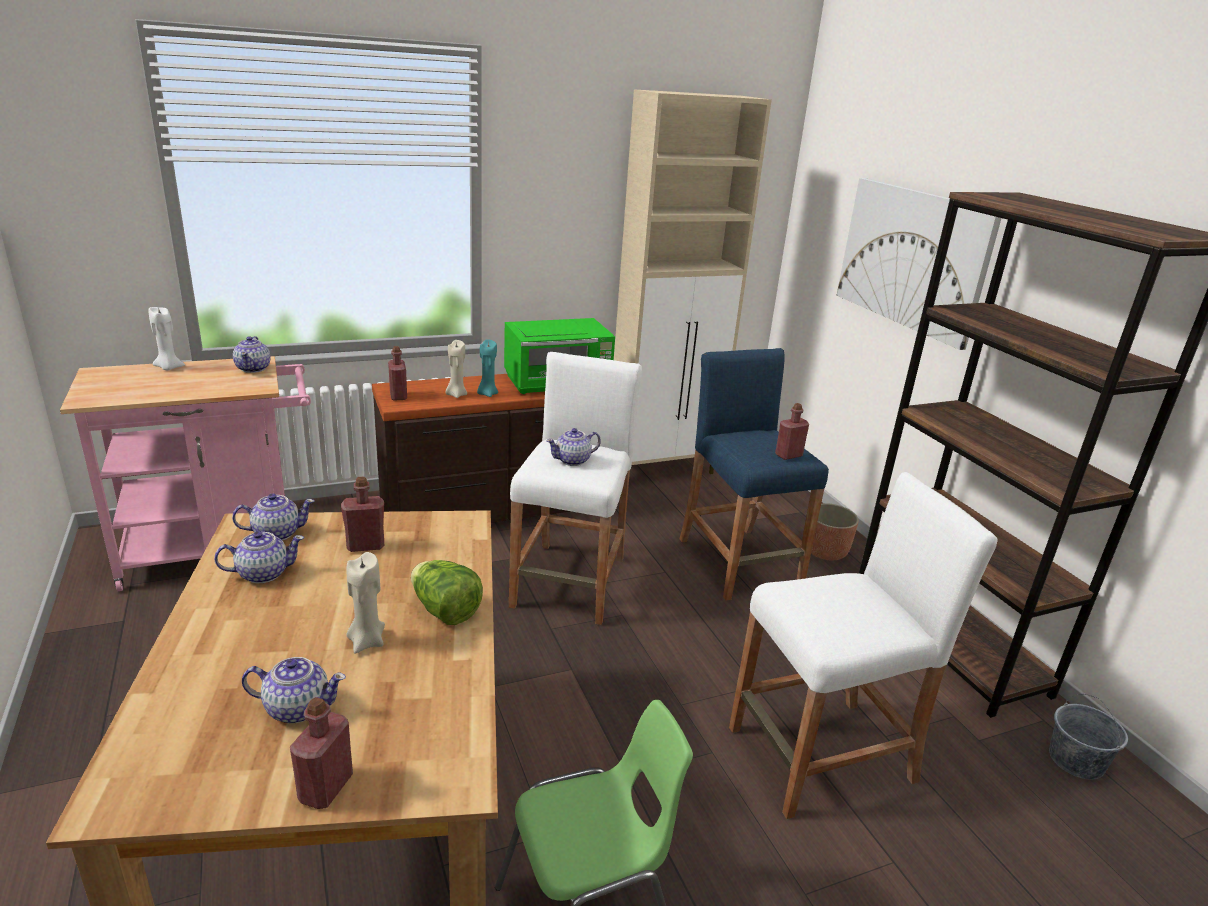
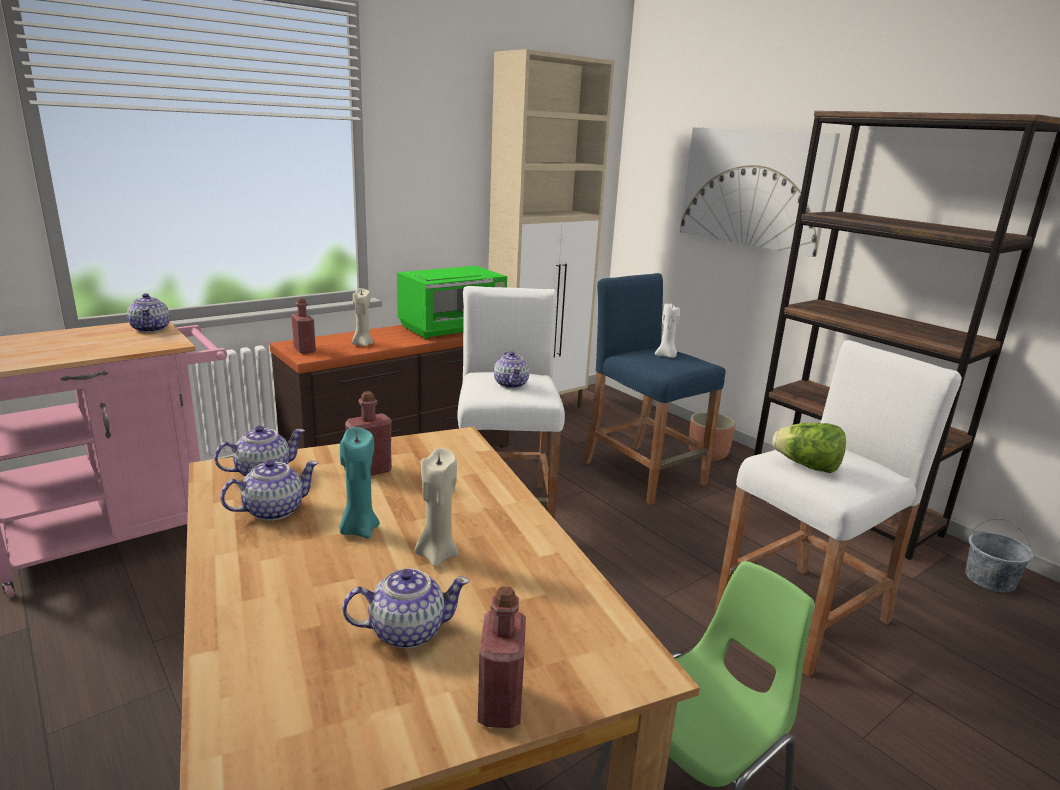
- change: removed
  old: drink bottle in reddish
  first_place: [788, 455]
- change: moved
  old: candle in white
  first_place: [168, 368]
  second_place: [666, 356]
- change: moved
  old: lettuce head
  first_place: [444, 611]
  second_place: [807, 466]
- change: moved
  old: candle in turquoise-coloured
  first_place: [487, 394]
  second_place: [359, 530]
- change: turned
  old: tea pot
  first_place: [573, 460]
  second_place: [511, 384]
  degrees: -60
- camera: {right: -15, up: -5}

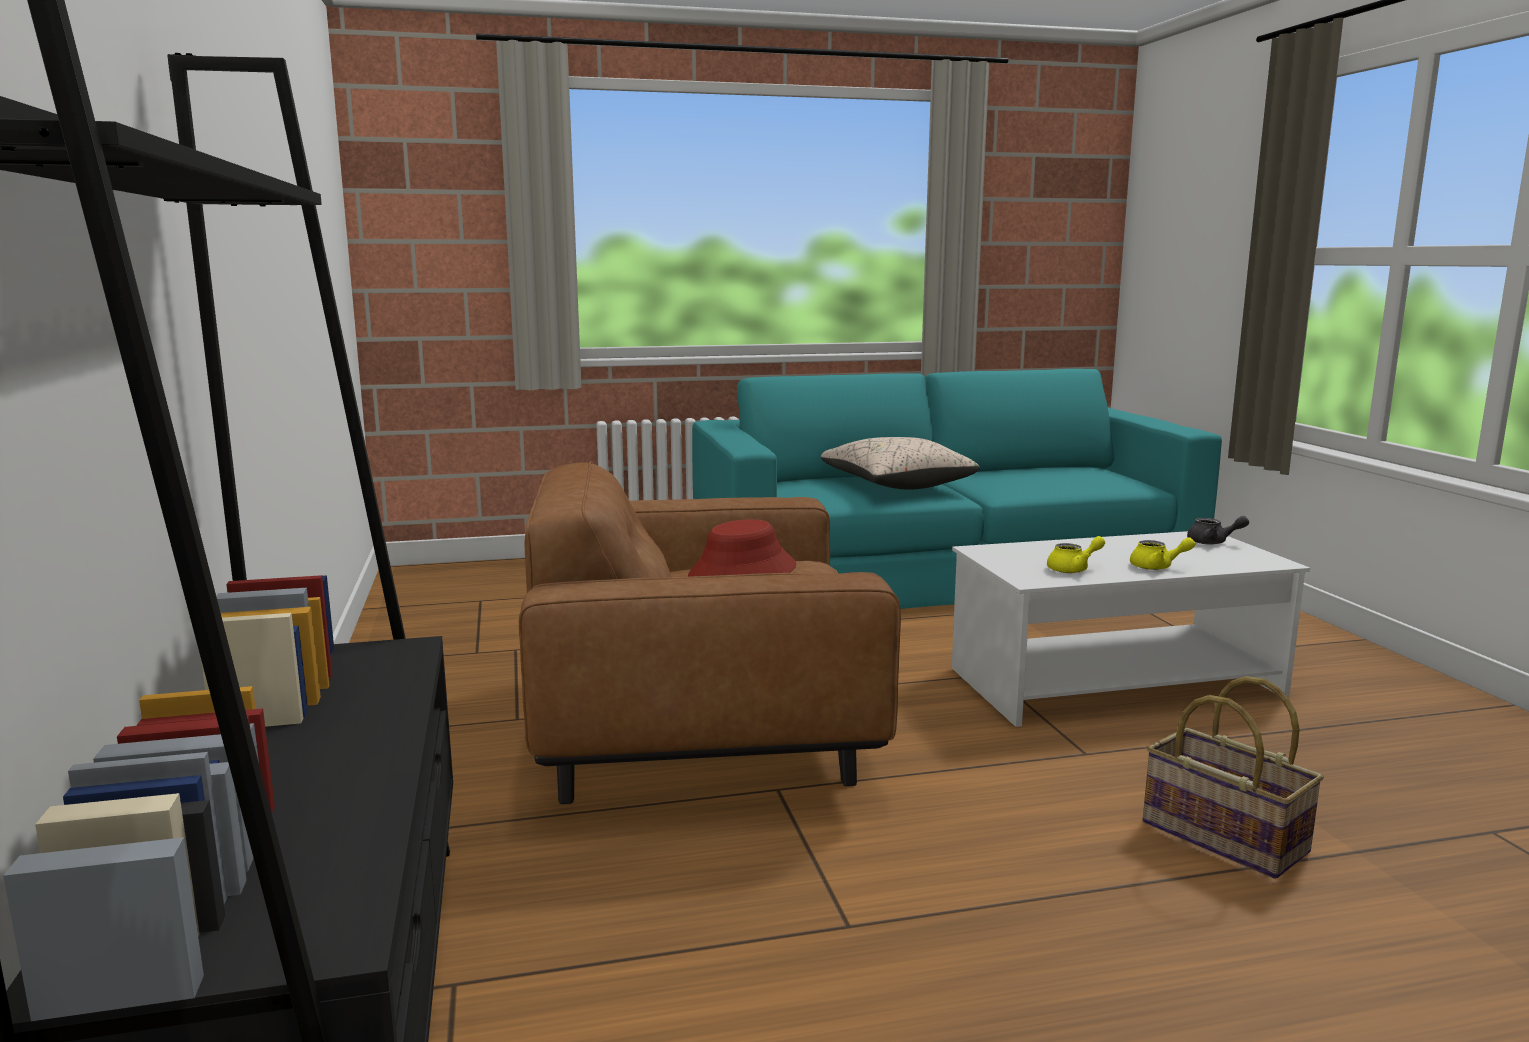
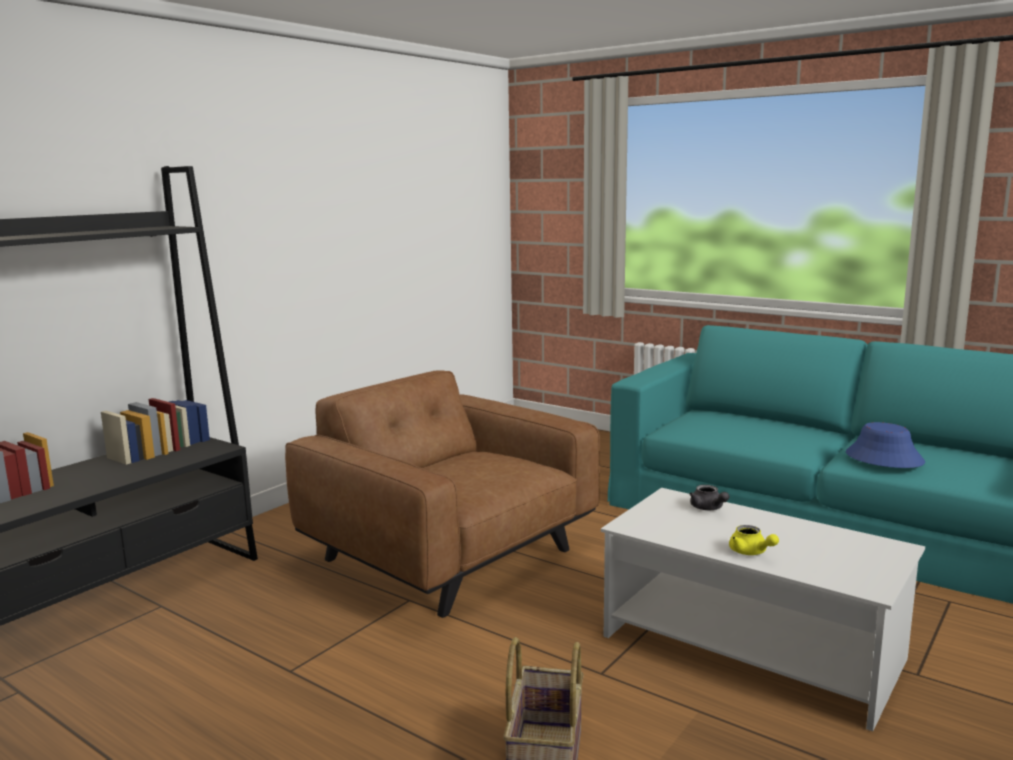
- change: removed
  old: wearable hat in reddish
  first_place: [743, 572]
- change: removed
  old: throw pillow in sand-coloured
  first_place: [896, 485]
- change: removed
  old: tea pot in yellow-coloured
  first_place: [1073, 569]
- change: added
  new: wearable hat in bluish
  second_place: [883, 458]
- change: moved
  old: tea pot in gray
  first_place: [1213, 542]
  second_place: [708, 508]
- camera: {right: 50, up: 0}

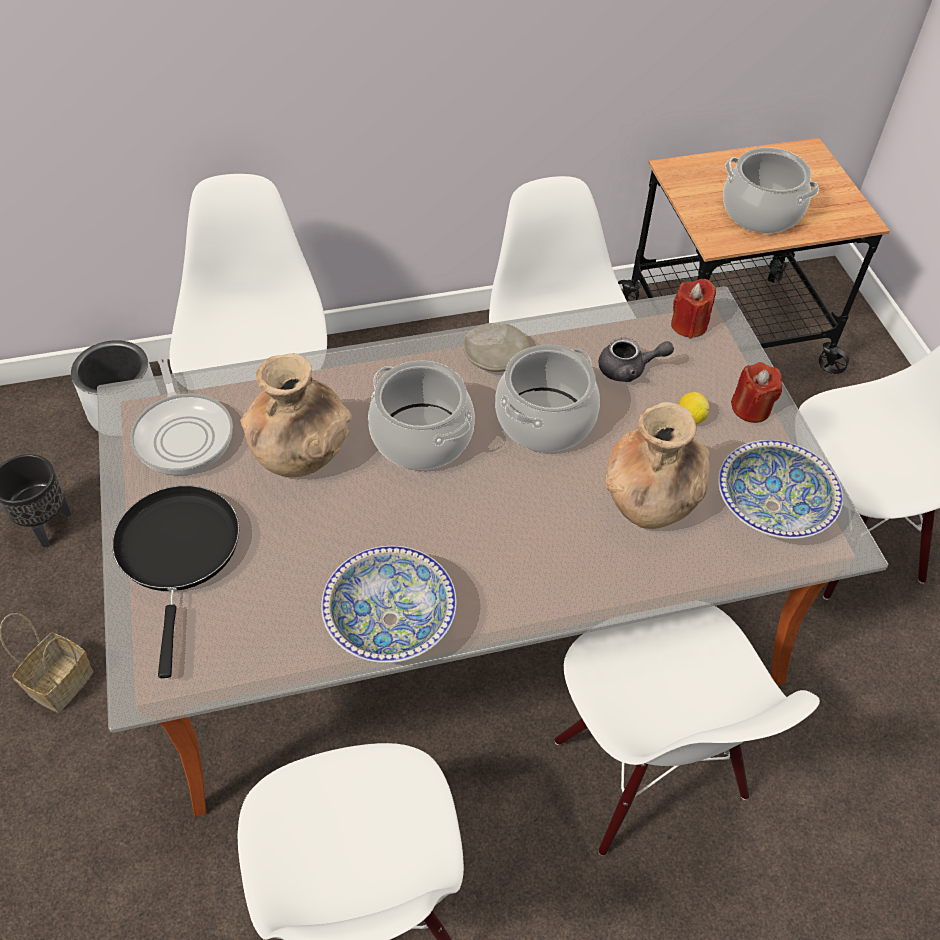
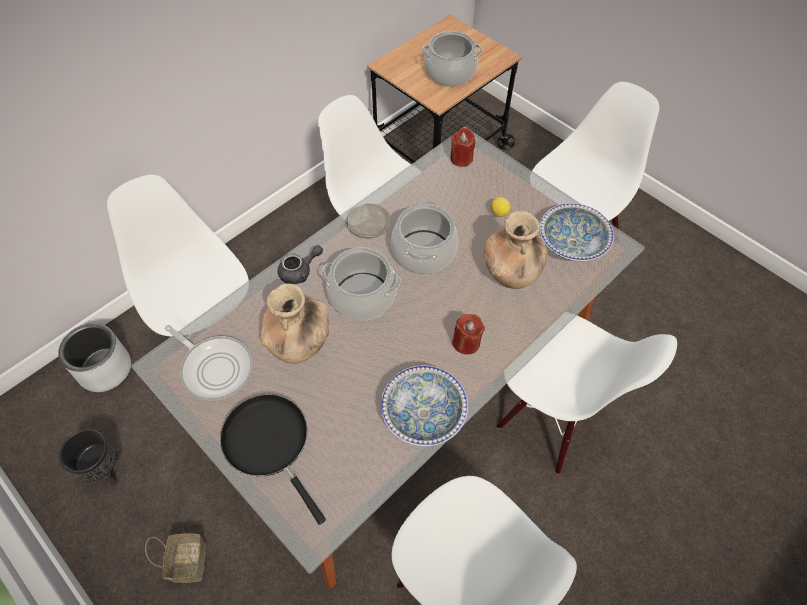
- change: moved
  old: tea pot in gray
  first_place: [629, 369]
  second_place: [300, 272]
- change: moved
  old: candle in reddish
  first_place: [751, 408]
  second_place: [466, 342]
- camera: {right: -30, up: 5}

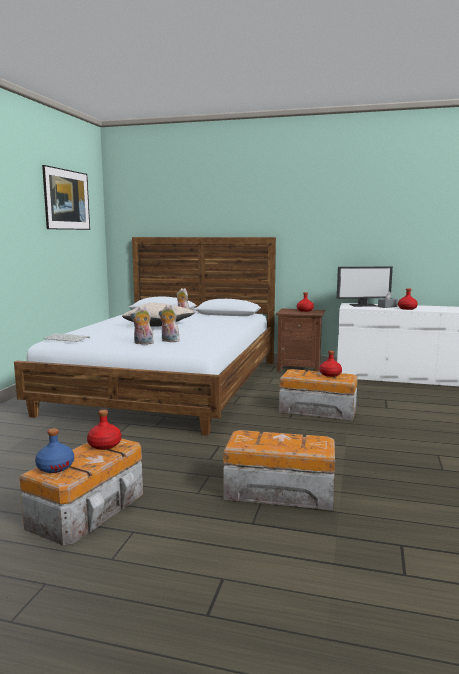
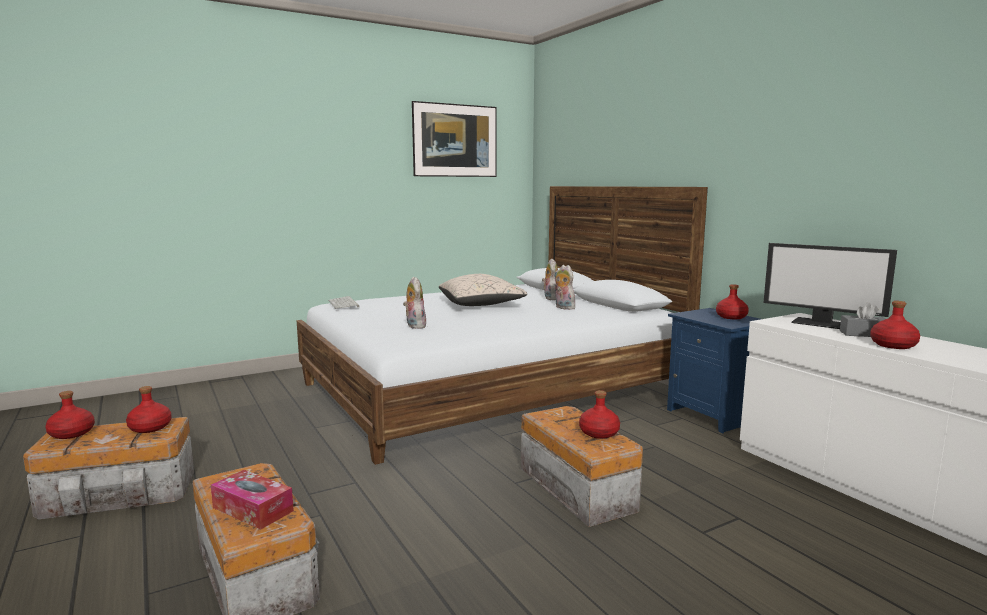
- change: added
  new: tissue box
  second_place: [253, 509]
- change: moved
  old: cuddly toy
  first_place: [143, 343]
  second_place: [563, 308]
- change: recoloured
  old: drink bottle in bluish
  new: drink bottle in reddish
  first_place: [55, 467]
  second_place: [72, 433]
- change: recoloured
  old: bedside table in brown-coloured
  new: bedside table in bluish
  first_place: [299, 368]
  second_place: [713, 415]
- camera: {right: 45, up: 0}

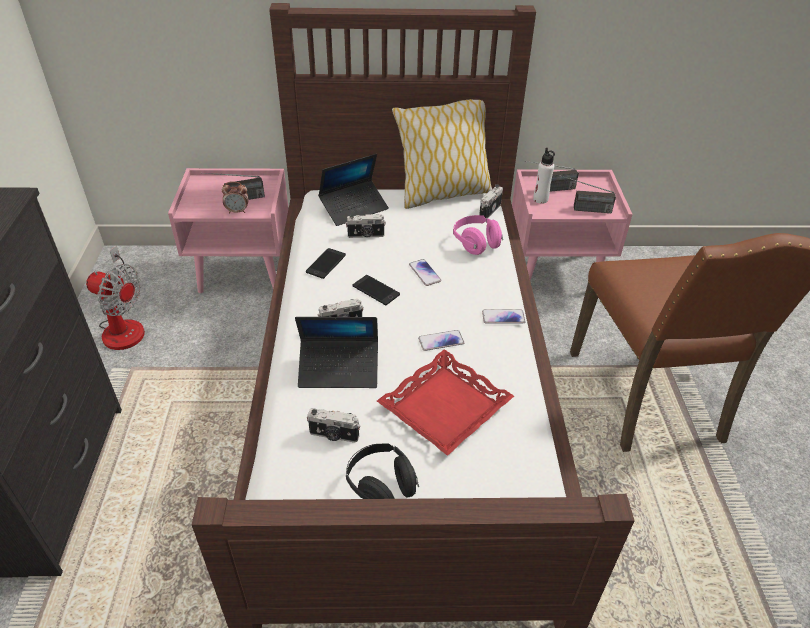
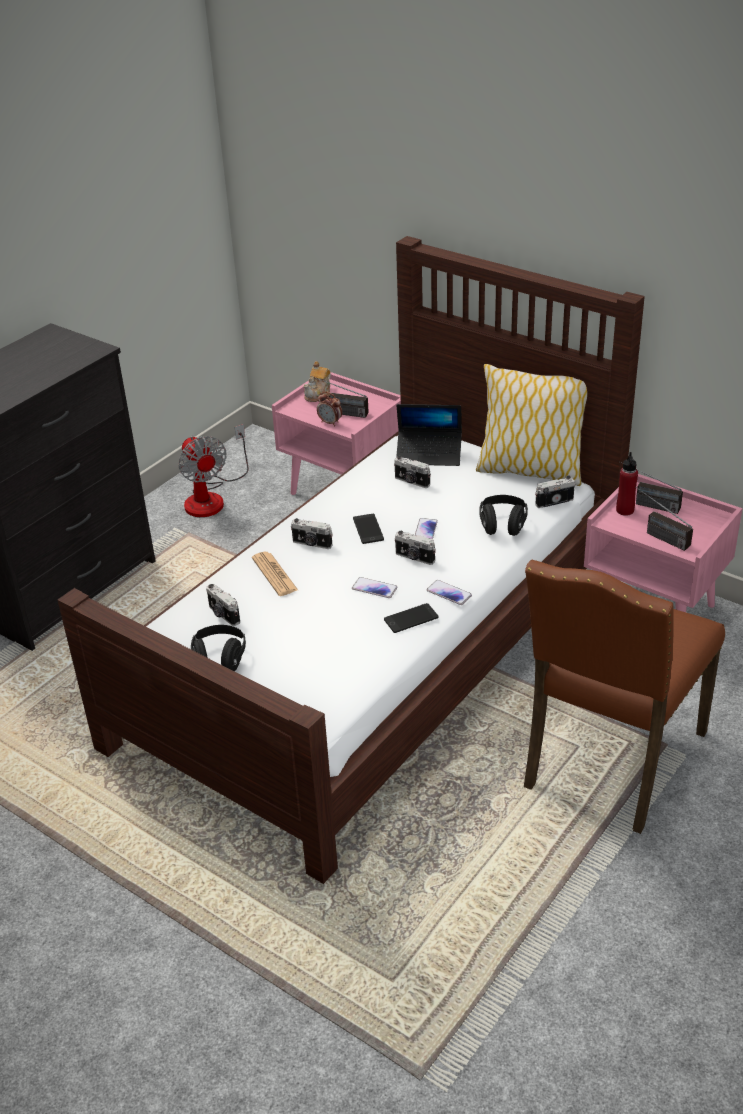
- change: removed
  old: tray in reddish
  first_place: [444, 406]
- change: added
  new: tea pot
  second_place: [318, 394]
- change: added
  new: still camera
  second_place: [414, 558]
- change: moved
  old: telephone
  first_place: [326, 263]
  second_place: [411, 619]
- change: replaced
  old: notebook computer
  new: printed paper
  first_place: [339, 369]
  second_place: [274, 574]
- change: recoloured
  old: headset in pink-coloured
  new: headset in blackish
  first_place: [476, 243]
  second_place: [502, 525]
- change: recoloured
  old: drink bottle in white
  new: drink bottle in reddish
  first_place: [540, 199]
  second_place: [625, 510]
- camera: {right: 40, up: -5}

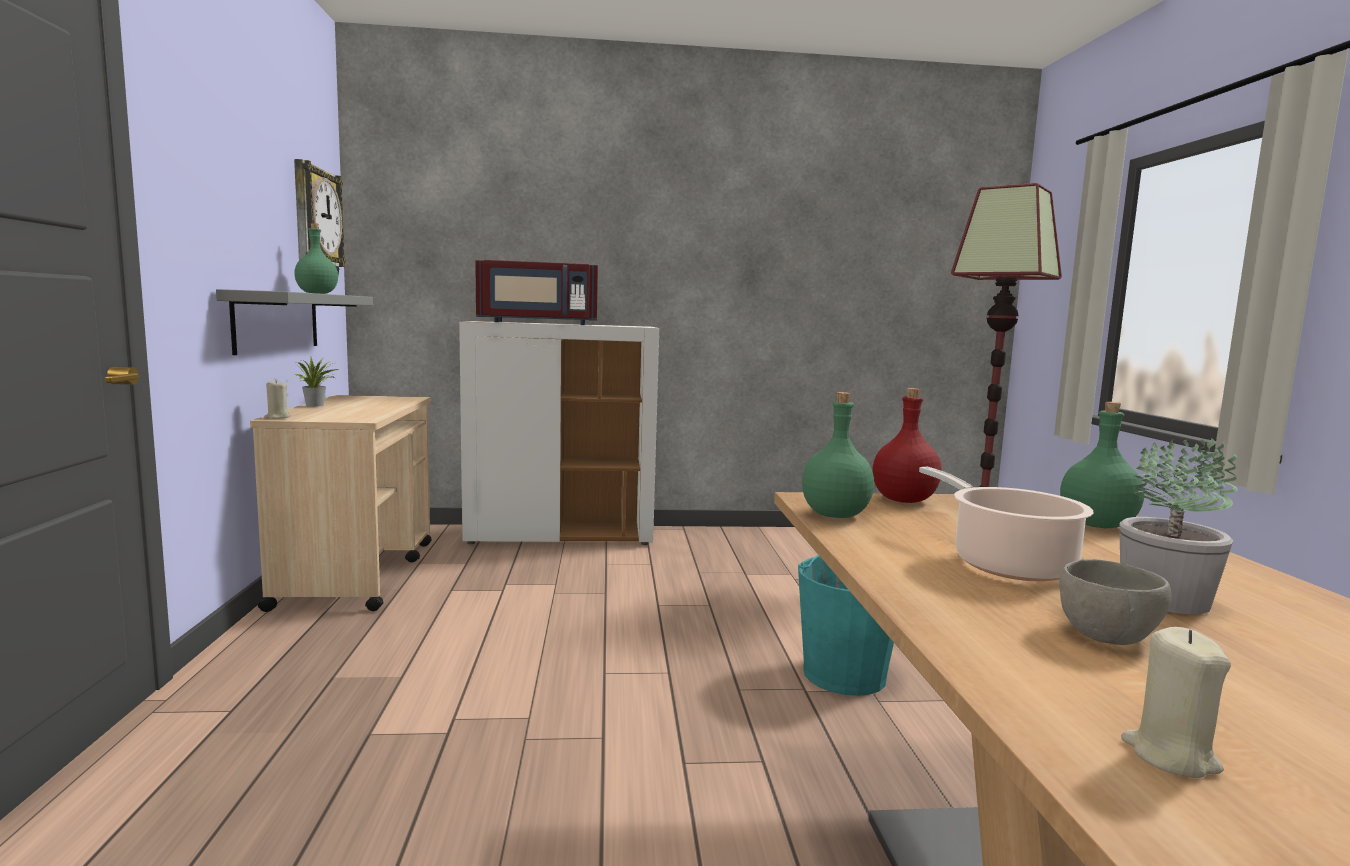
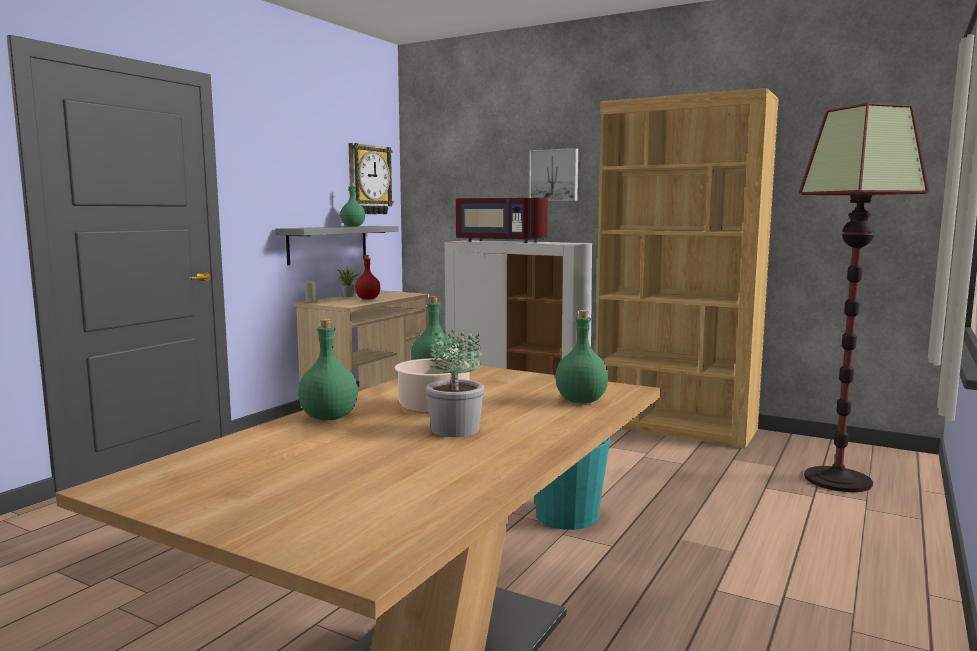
- change: removed
  old: deep dish in gray
  first_place: [1104, 634]
- change: removed
  old: candle in sand-coloured
  first_place: [1170, 755]
- change: added
  new: drink bottle in green-coloured
  second_place: [329, 418]
- change: added
  new: wall picture
  second_place: [554, 175]
- change: added
  new: bookshelf in brown-coloured
  second_place: [674, 427]
- change: moved
  old: drink bottle in reddish
  first_place: [903, 500]
  second_place: [367, 299]
- camera: {right: 35, up: 0}

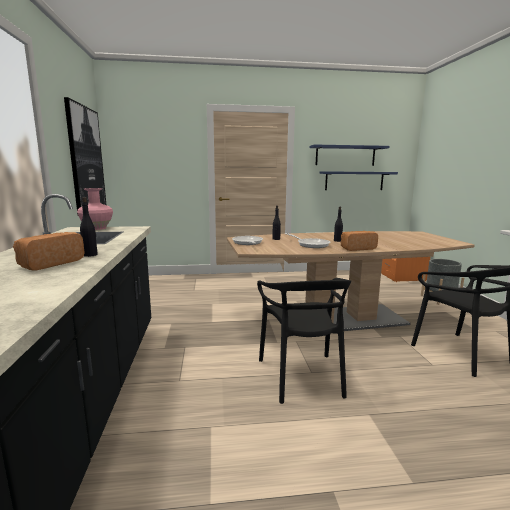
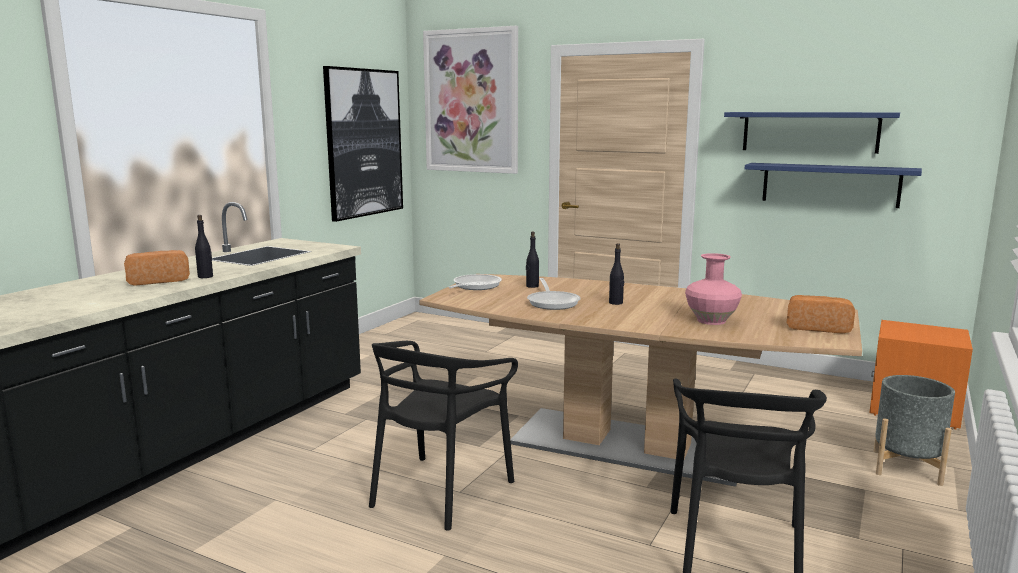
- change: added
  new: wall picture
  second_place: [471, 101]
- change: moved
  old: vase in pink-coloured
  first_place: [97, 228]
  second_place: [711, 320]
- change: moved
  old: bakery bread
  first_place: [357, 248]
  second_place: [817, 327]
- camera: {right: 35, up: 0}

